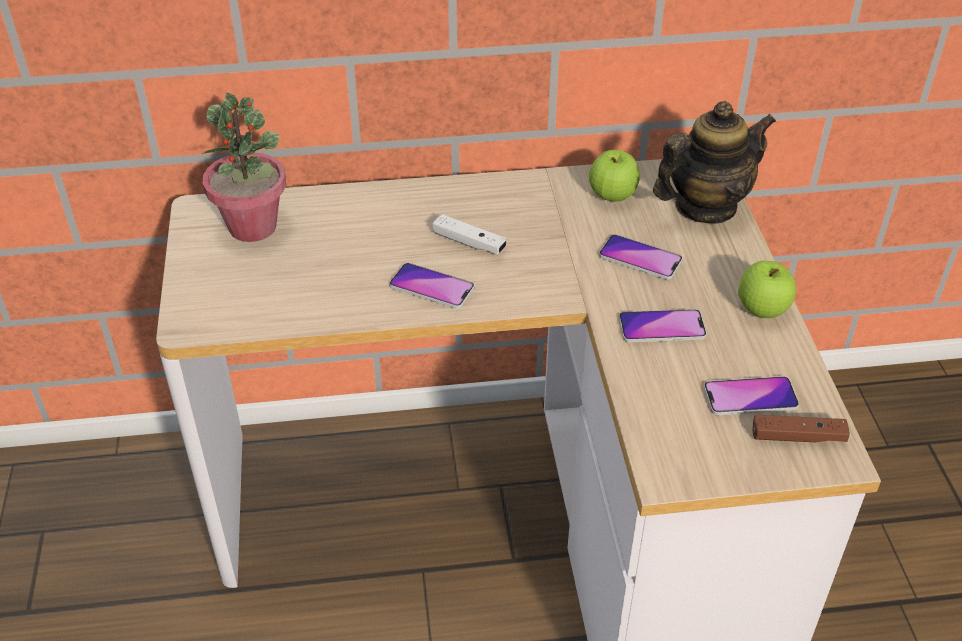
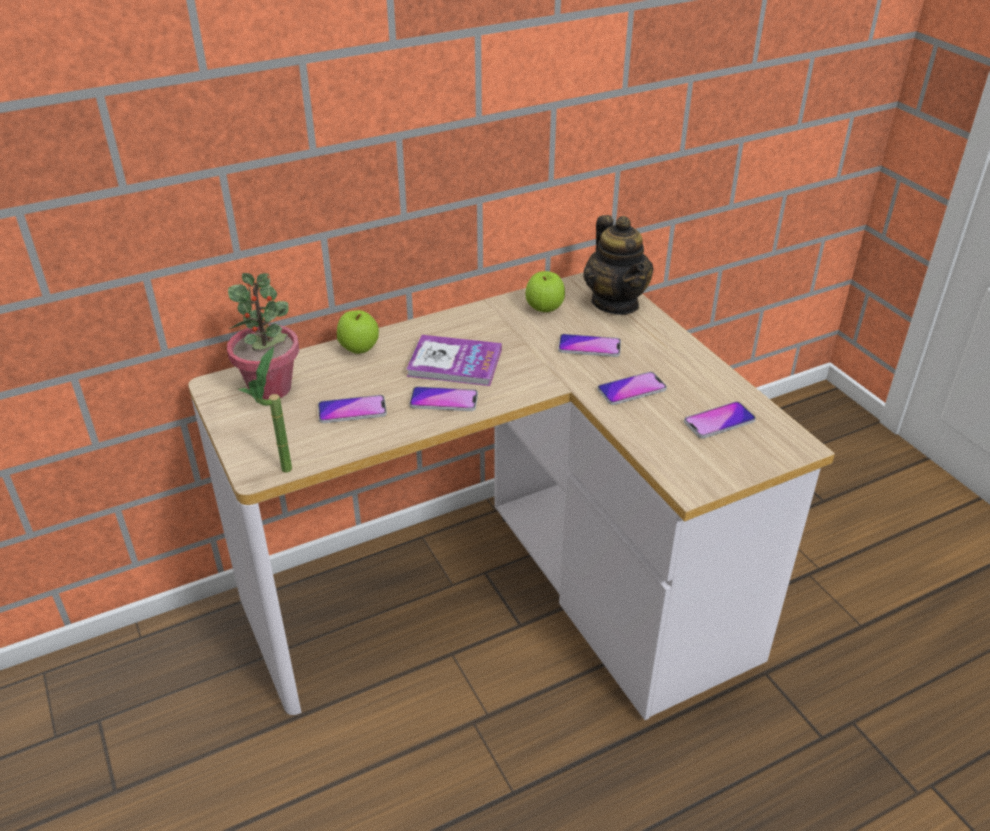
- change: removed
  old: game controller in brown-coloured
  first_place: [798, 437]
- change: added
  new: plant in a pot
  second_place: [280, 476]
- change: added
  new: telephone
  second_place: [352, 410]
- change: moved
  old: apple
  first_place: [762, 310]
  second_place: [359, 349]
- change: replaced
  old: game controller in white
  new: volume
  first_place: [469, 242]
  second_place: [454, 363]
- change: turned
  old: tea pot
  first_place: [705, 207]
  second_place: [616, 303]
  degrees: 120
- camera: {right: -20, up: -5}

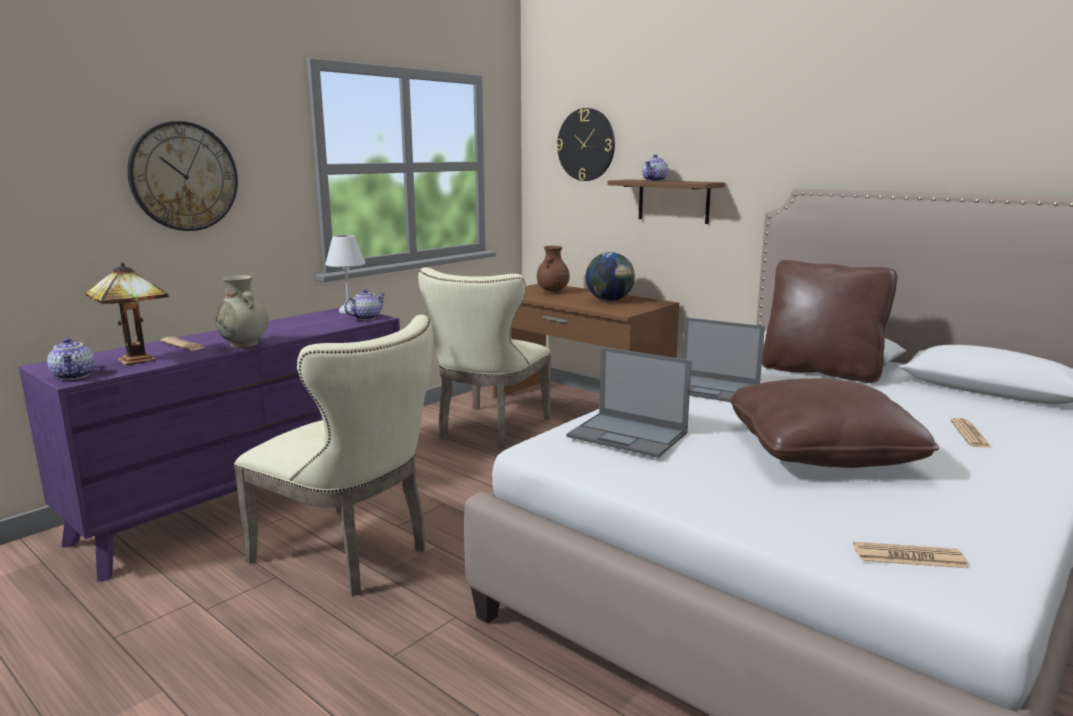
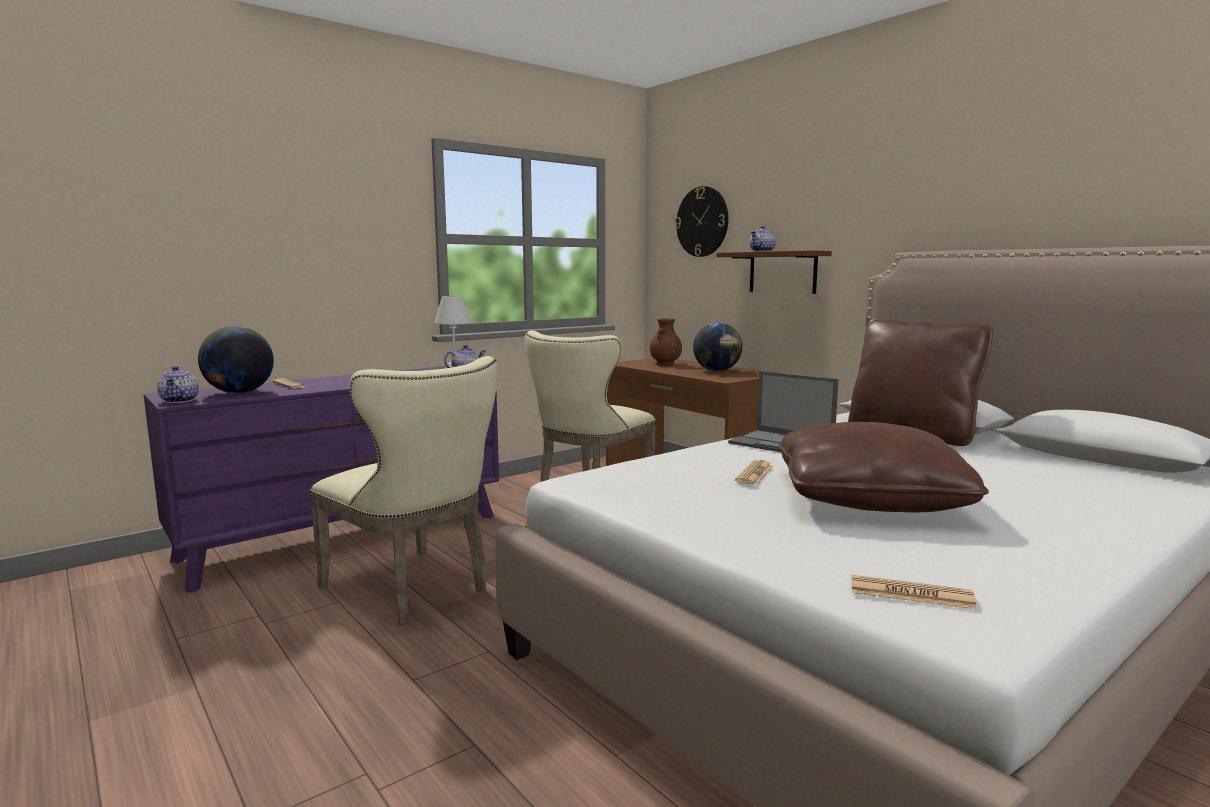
- change: removed
  old: hanging clock
  first_place: [184, 177]
- change: removed
  old: vase in sand-coloured
  first_place: [245, 344]
- change: removed
  old: notebook computer
  first_place: [629, 435]
- change: moved
  old: printed paper
  first_place: [970, 434]
  second_place: [754, 474]
- change: replaced
  old: table lamp
  new: desk globe
  first_place: [134, 360]
  second_place: [239, 392]
- camera: {right: 10, up: -5}

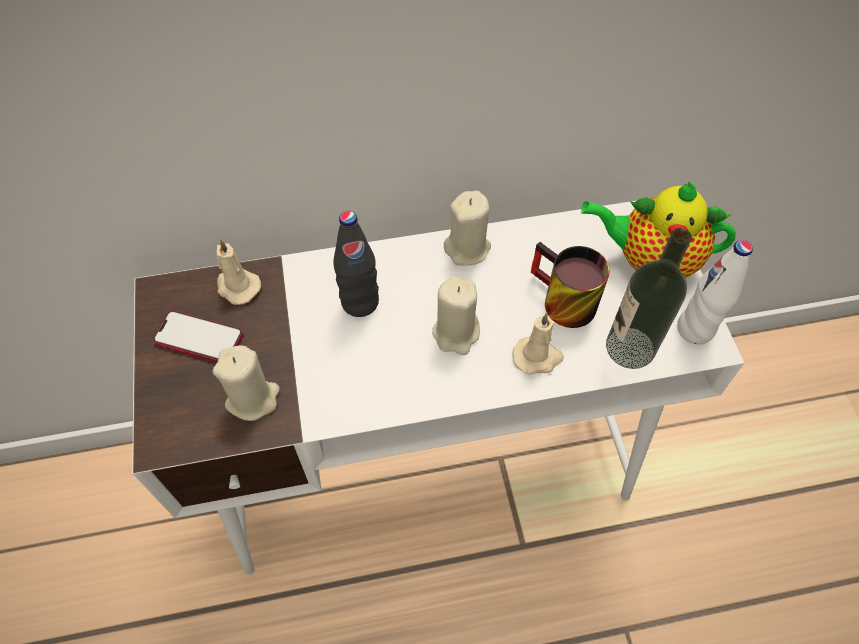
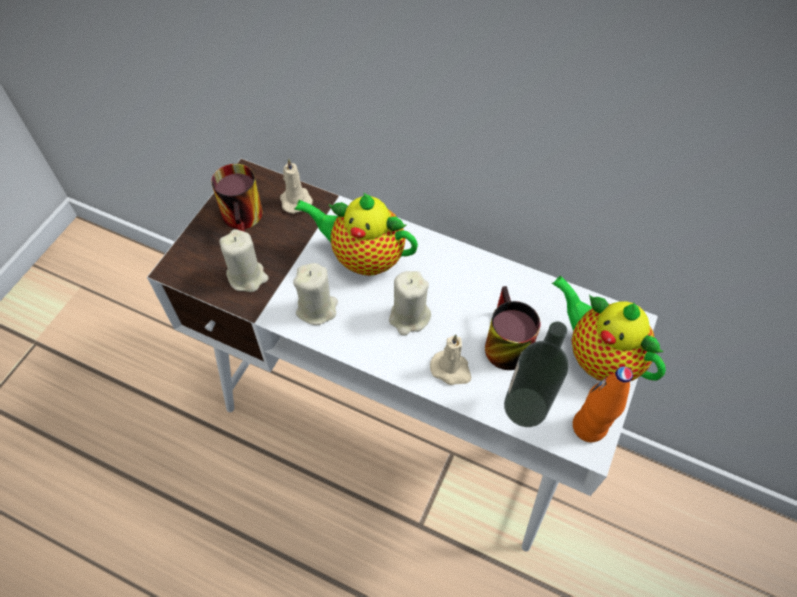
- change: moved
  old: candle in sand-coloured
  first_place: [467, 248]
  second_place: [317, 308]
- change: replaced
  old: telephone
  new: tea mug
  first_place: [199, 338]
  second_place: [246, 219]
- change: replaced
  old: drink bottle in blackish
  new: tea pot
  first_place: [360, 302]
  second_place: [363, 257]
- change: recoloured
  old: drink bottle in white
  new: drink bottle in orange-coloured
  first_place: [695, 329]
  second_place: [589, 427]
- camera: {right: 35, up: 0}

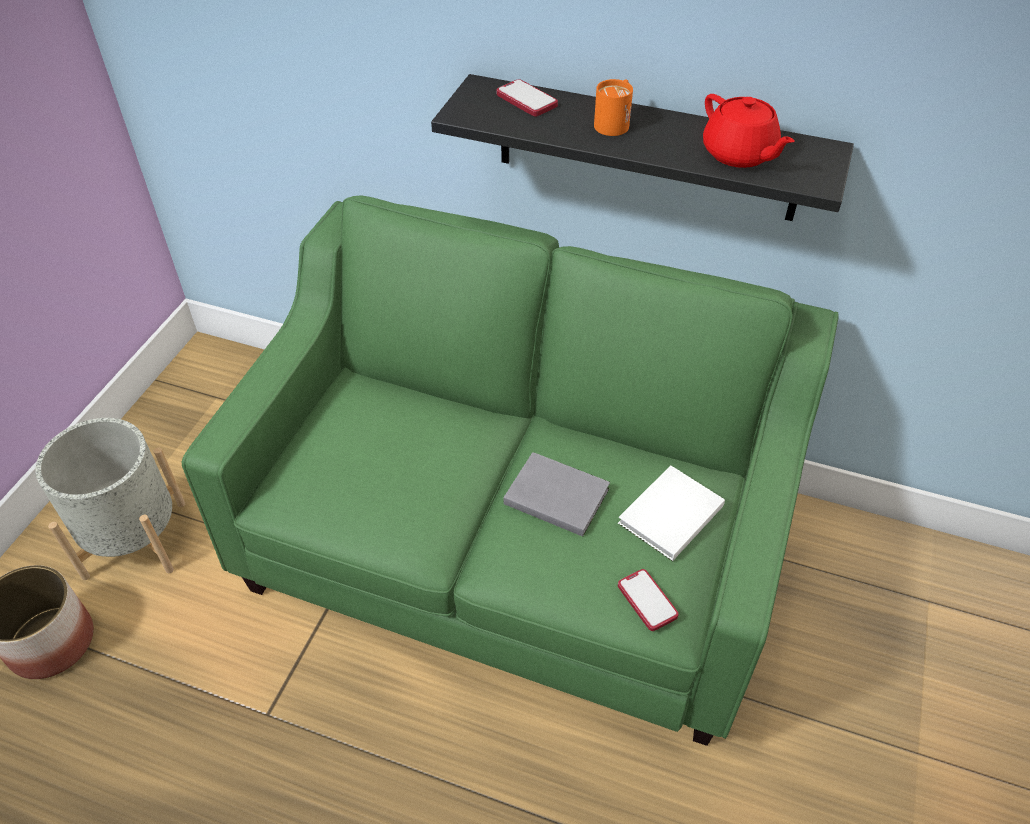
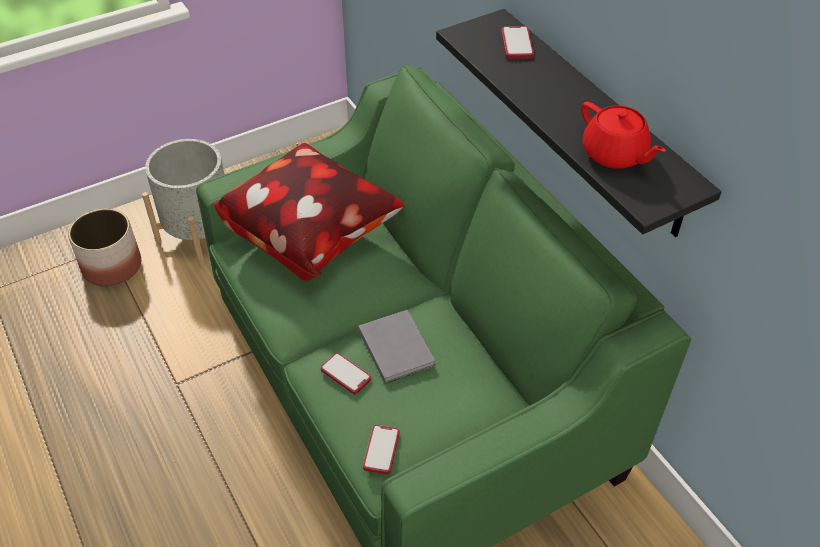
- change: removed
  old: tea mug in orange-coloured
  first_place: [614, 122]
- change: removed
  old: volume in white
  first_place: [668, 515]
- change: added
  new: throw pillow
  second_place: [311, 235]
- change: added
  new: telephone
  second_place: [346, 374]
- change: turned
  old: tea pot in reddish
  first_place: [739, 154]
  second_place: [615, 154]
  degrees: -45
- camera: {right: 40, up: 0}

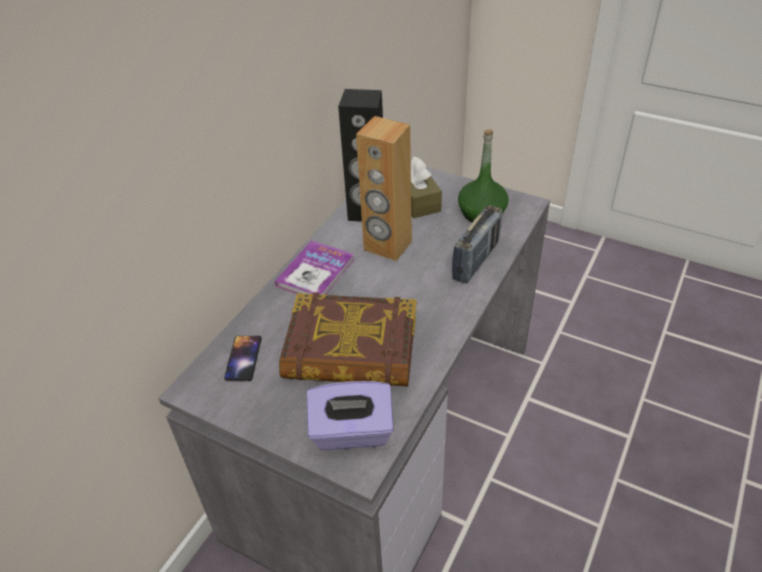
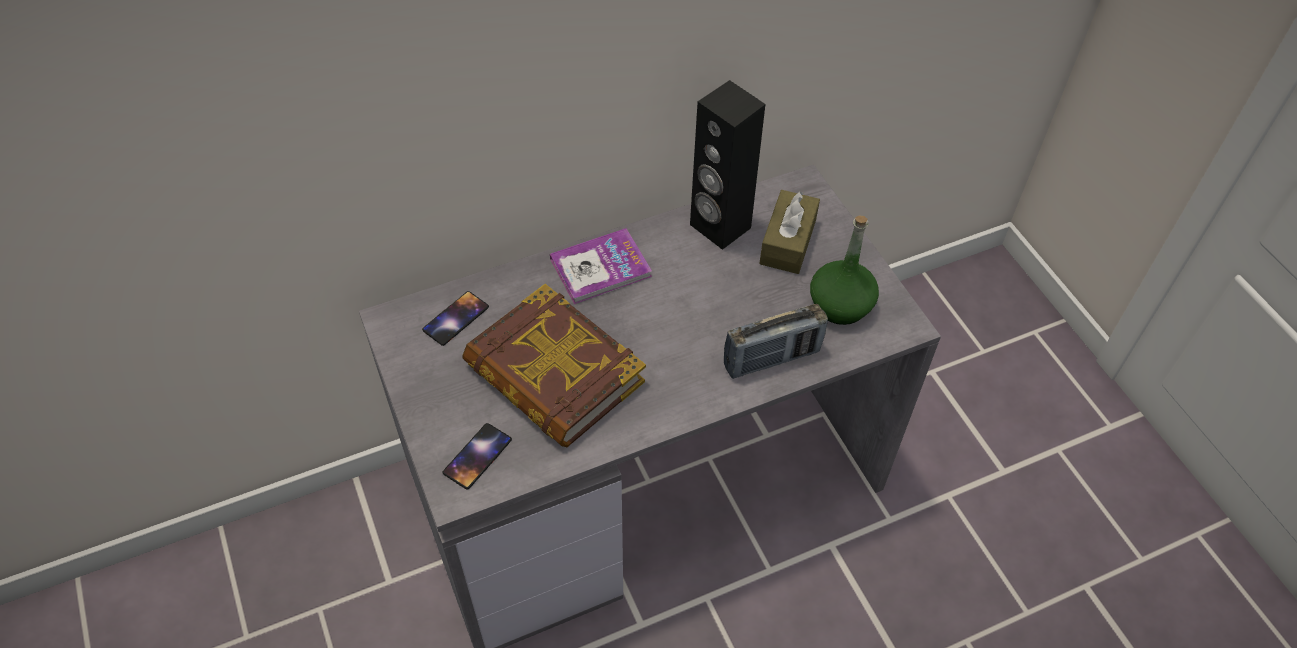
- change: removed
  old: loudspeaker in brown-coloured
  first_place: [387, 246]
- change: replaced
  old: tissue box in purple-coloured
  new: telephone
  first_place: [352, 433]
  second_place: [477, 456]
- camera: {right: 35, up: 10}

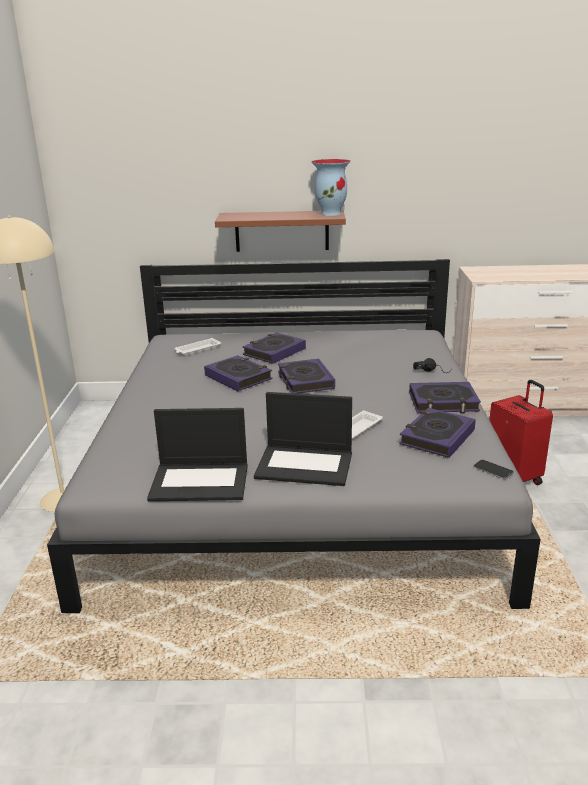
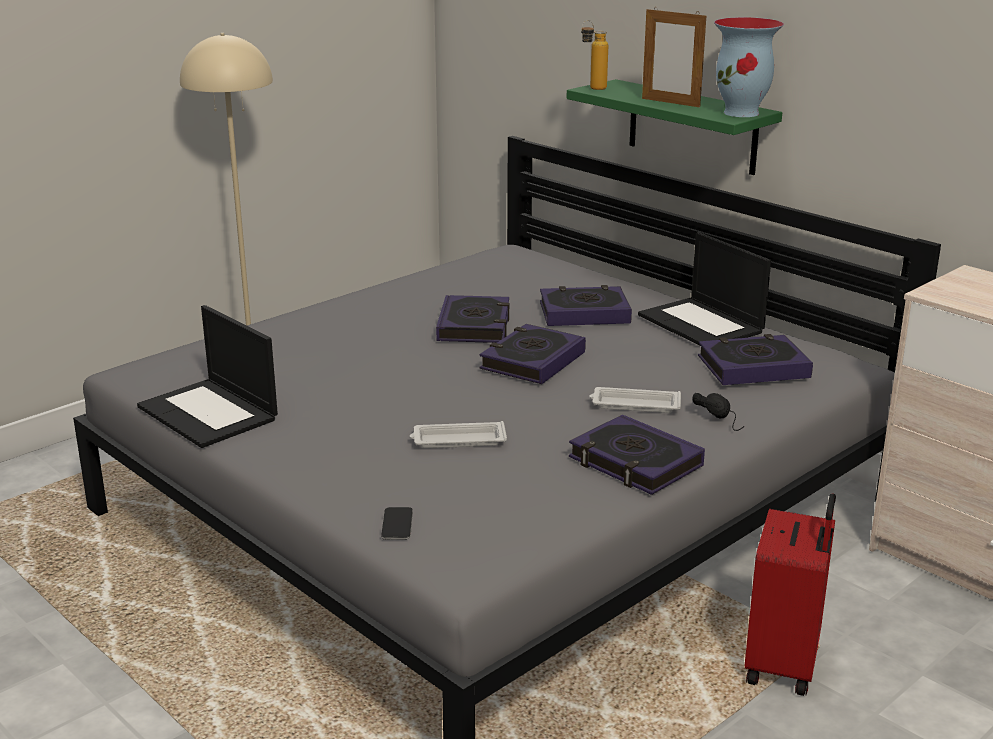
- change: added
  new: drink bottle
  second_place: [592, 89]
- change: added
  new: picture frame
  second_place: [670, 102]
- change: moved
  old: tray in white
  first_place: [197, 350]
  second_place: [634, 405]
- change: moved
  old: notebook computer
  first_place: [305, 465]
  second_place: [702, 324]
- change: moved
  old: volume
  first_place: [437, 437]
  second_place: [753, 367]
- change: moved
  old: telephone
  first_place: [493, 470]
  second_place: [397, 525]
- change: recoloured
  old: shelf in brown-coloured
  new: shelf in green-coloured
  first_place: [282, 231]
  second_place: [692, 127]
- camera: {right: 45, up: 0}

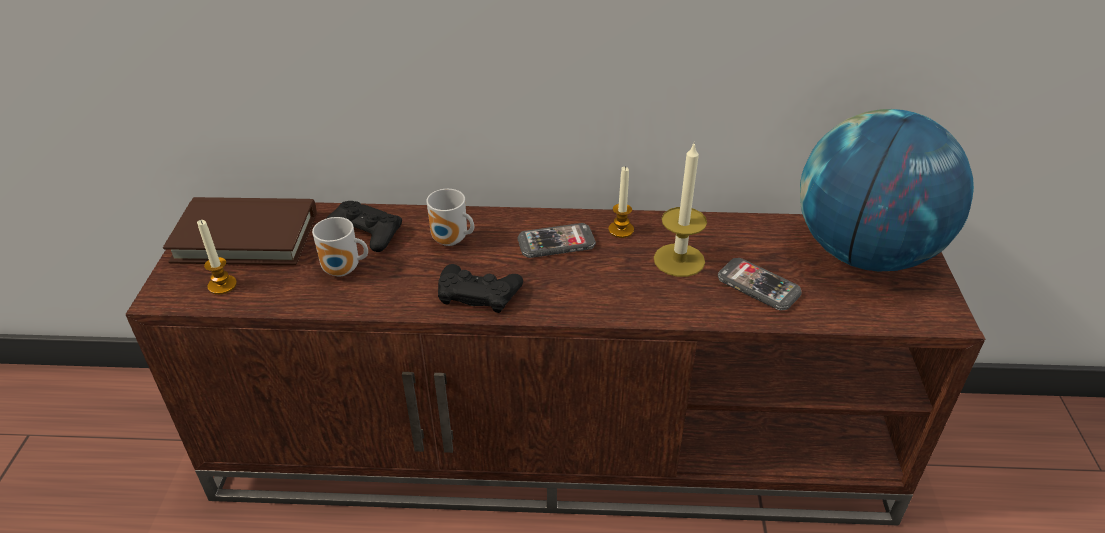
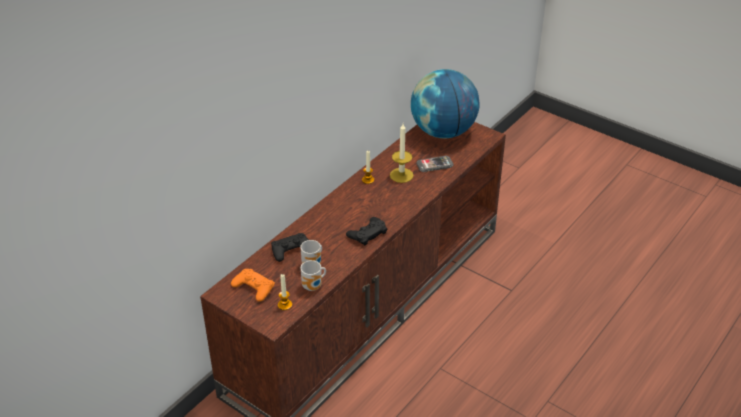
- change: removed
  old: telephone
  first_place: [556, 243]
- change: moved
  old: tea mug
  first_place: [451, 241]
  second_place: [313, 287]
- change: replaced
  old: volume in brown-coloured
  new: game controller in orange-coloured
  first_place: [246, 237]
  second_place: [254, 288]
- camera: {right: -55, up: 0}

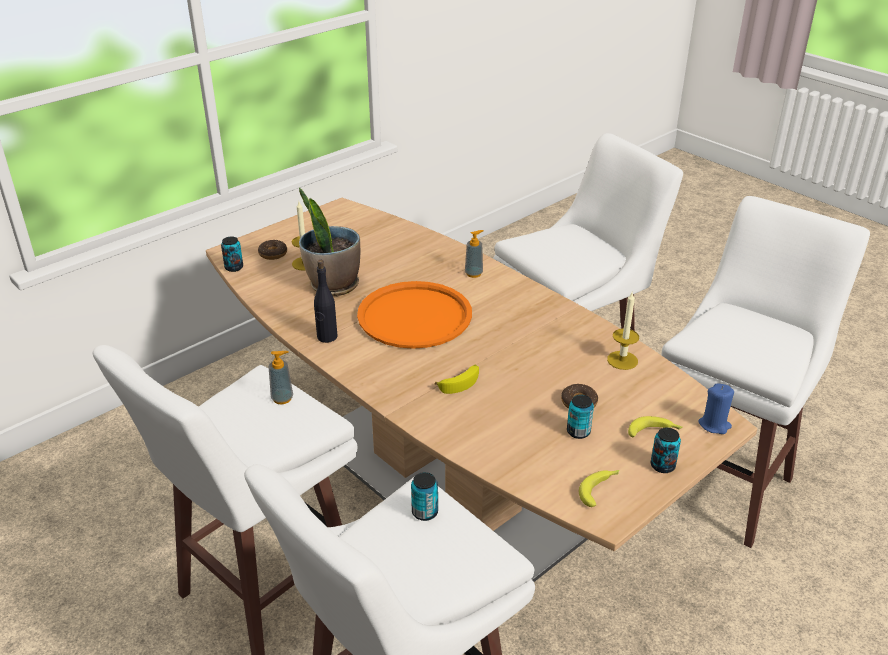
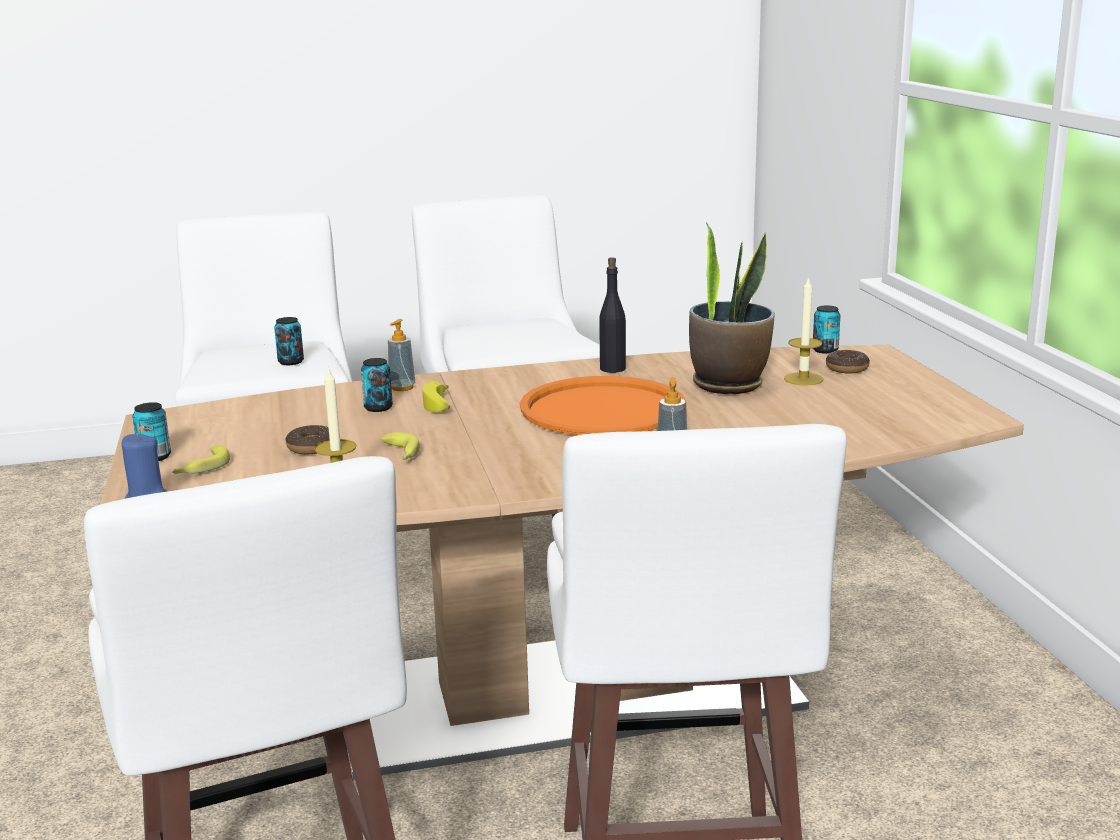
- change: moved
  old: soap bottle
  first_place: [282, 398]
  second_place: [402, 388]
- change: moved
  old: can
  first_place: [578, 432]
  second_place: [378, 408]
- change: moved
  old: banana
  first_place: [600, 489]
  second_place: [401, 454]
- camera: {right: 120, up: -15}

